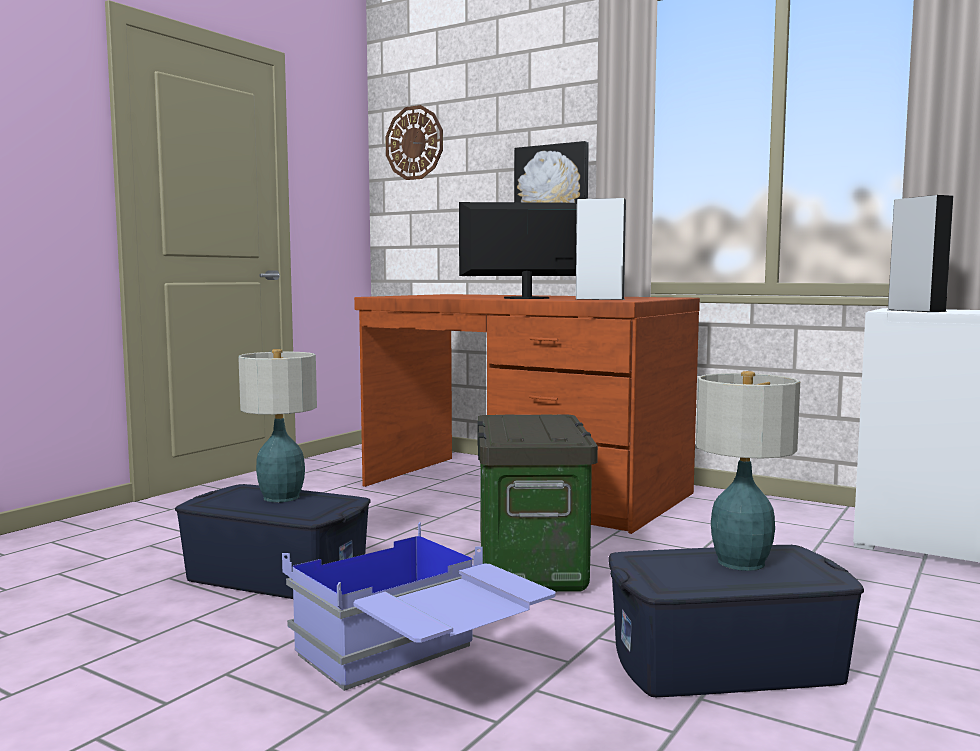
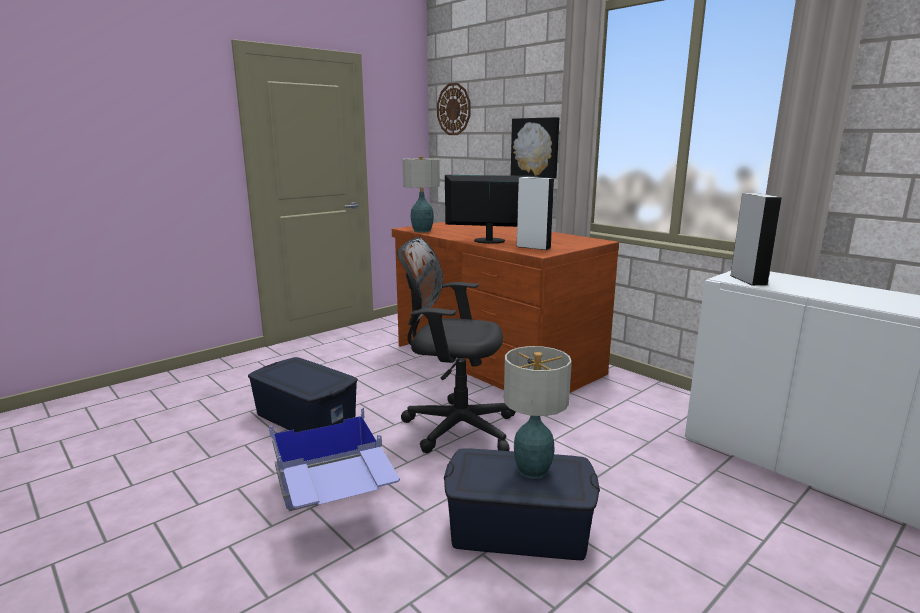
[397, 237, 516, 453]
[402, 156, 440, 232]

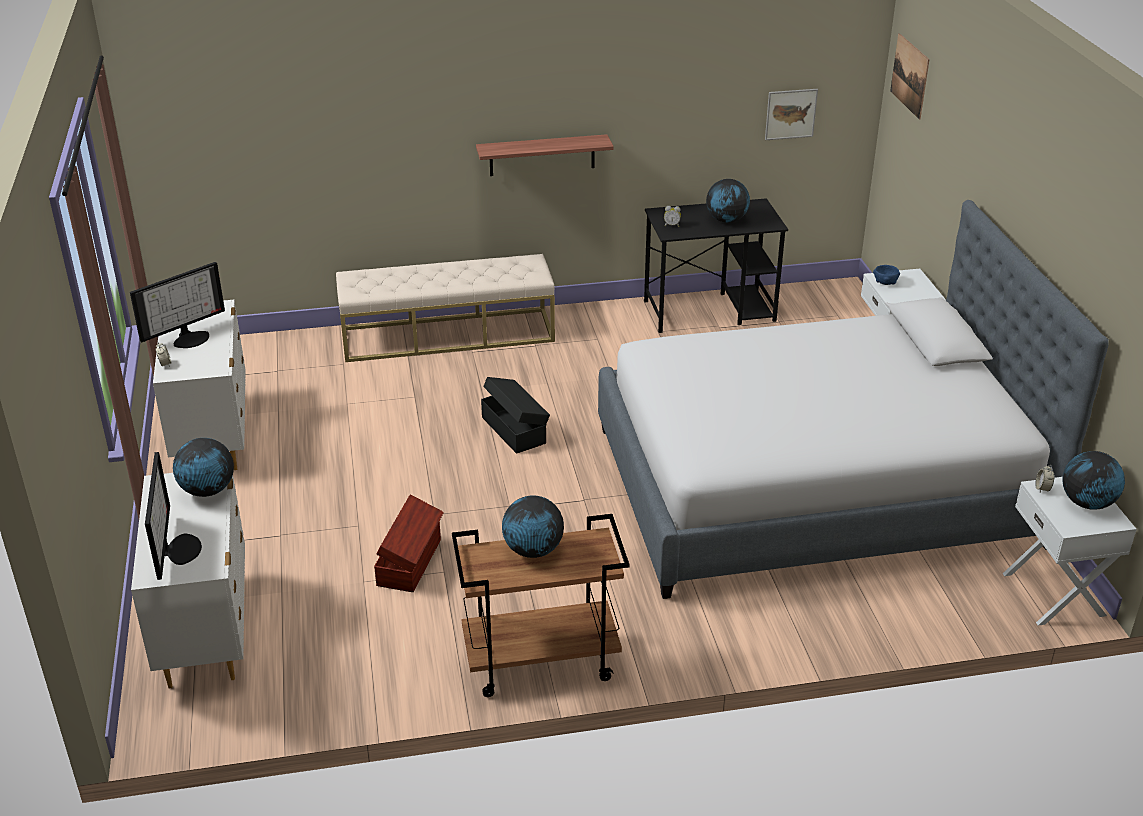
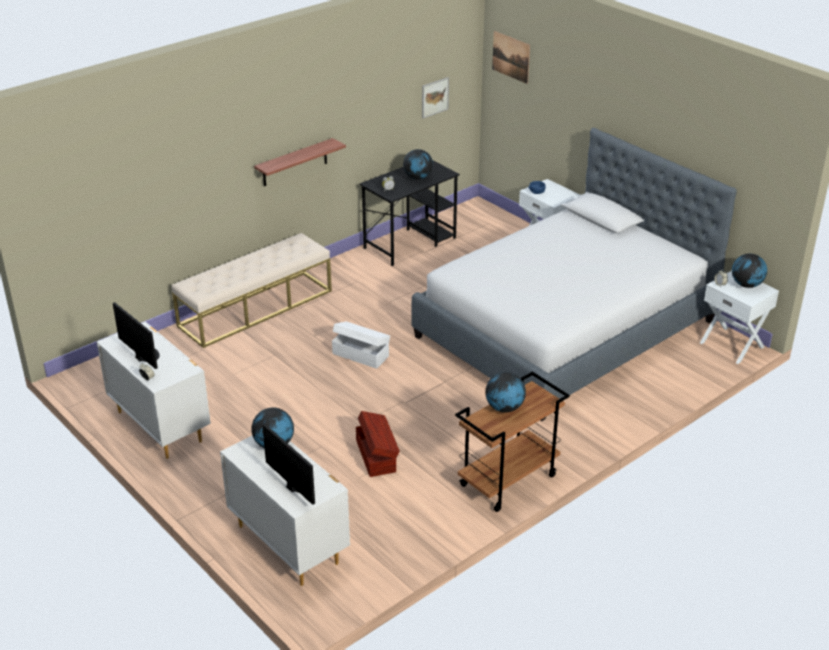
[113, 302, 160, 369]
[332, 321, 390, 369]

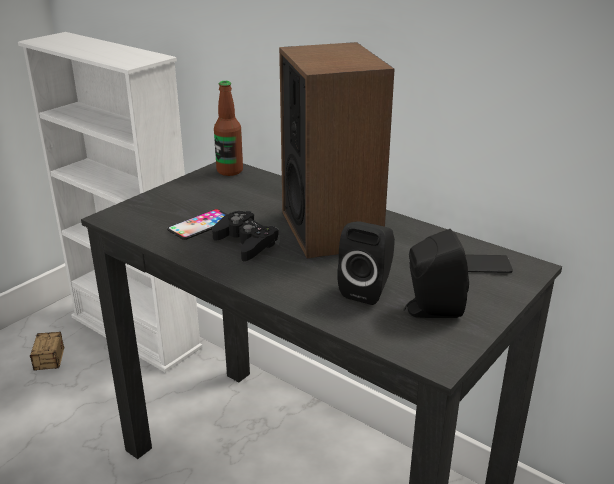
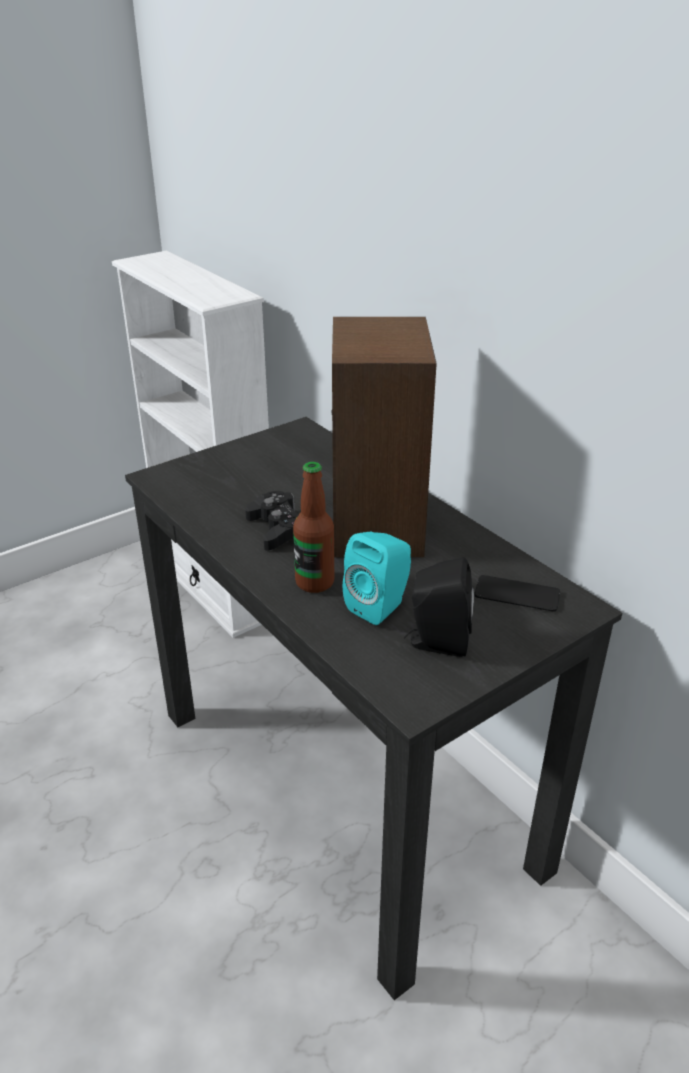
[293, 462, 334, 593]
[343, 532, 411, 625]
[30, 332, 64, 371] (first image)
[167, 209, 228, 240] (first image)

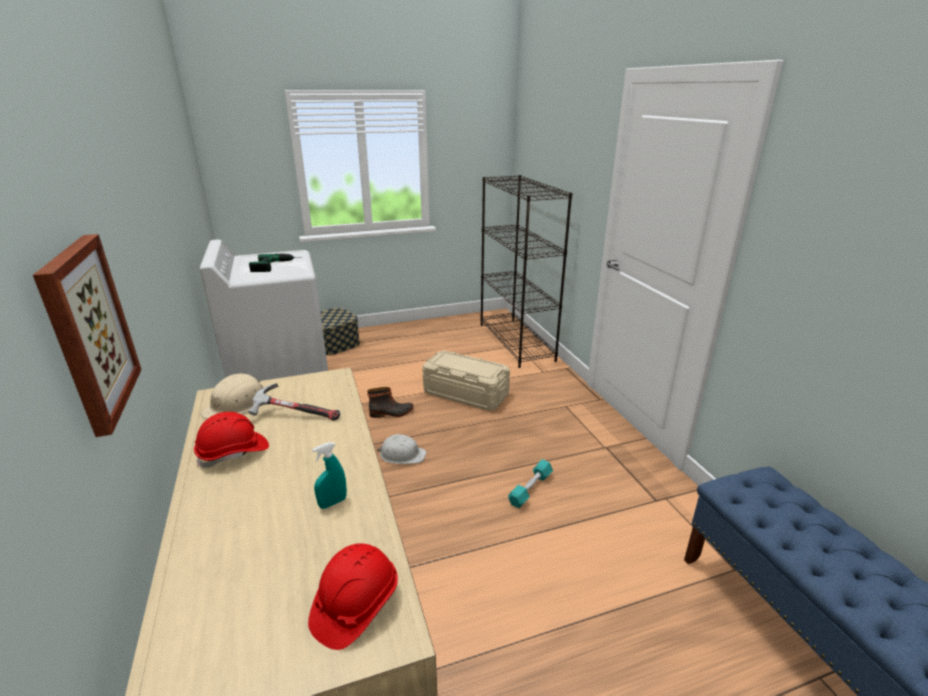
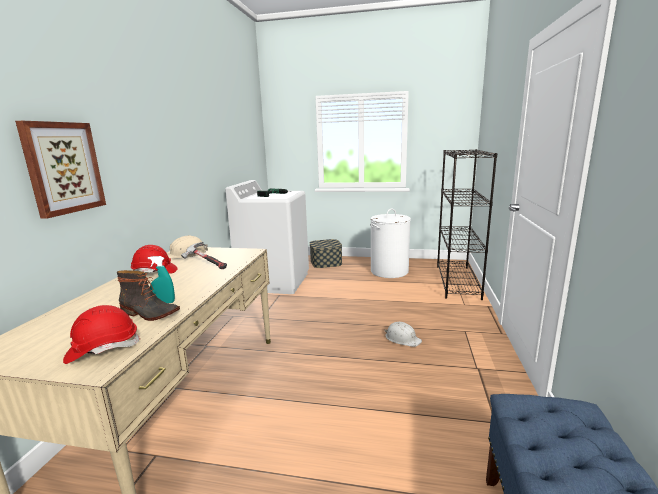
[117, 270, 180, 321]
[370, 209, 411, 278]
[384, 322, 422, 347]
[422, 351, 510, 411] (first image)
[508, 459, 553, 508] (first image)

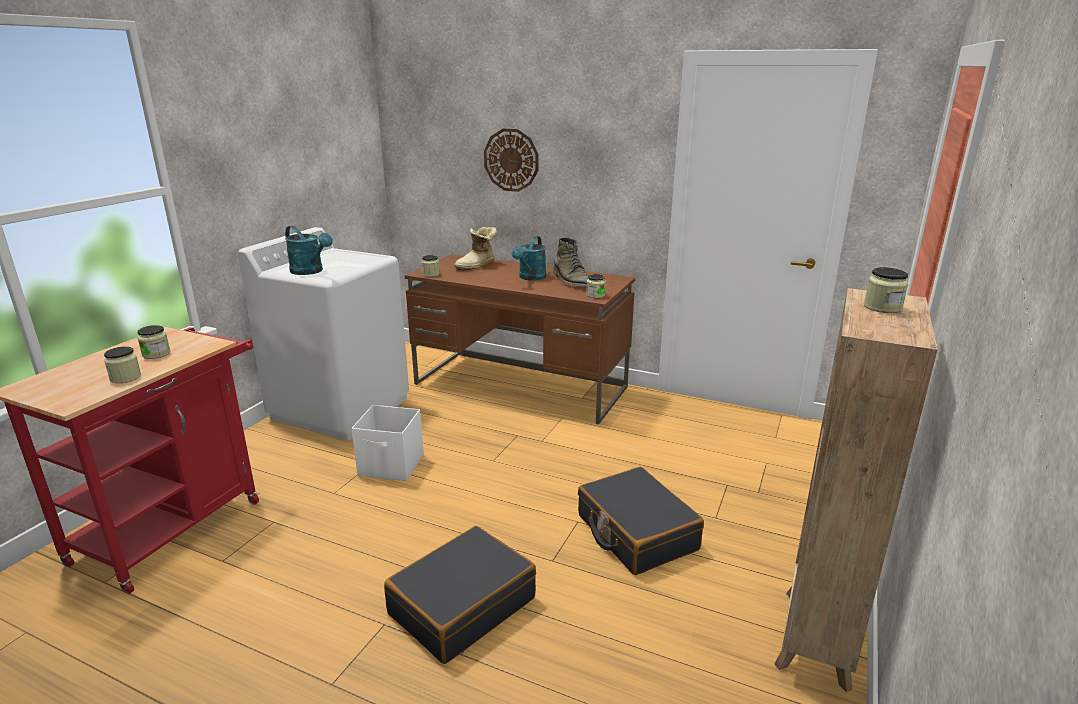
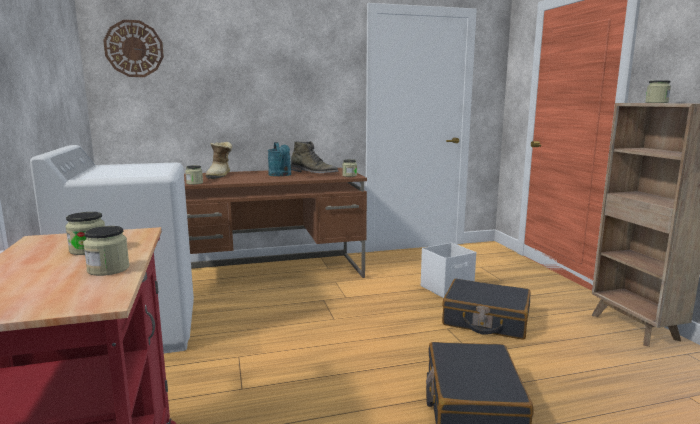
[103, 20, 164, 77]
[421, 243, 476, 298]
[285, 226, 333, 275] (first image)

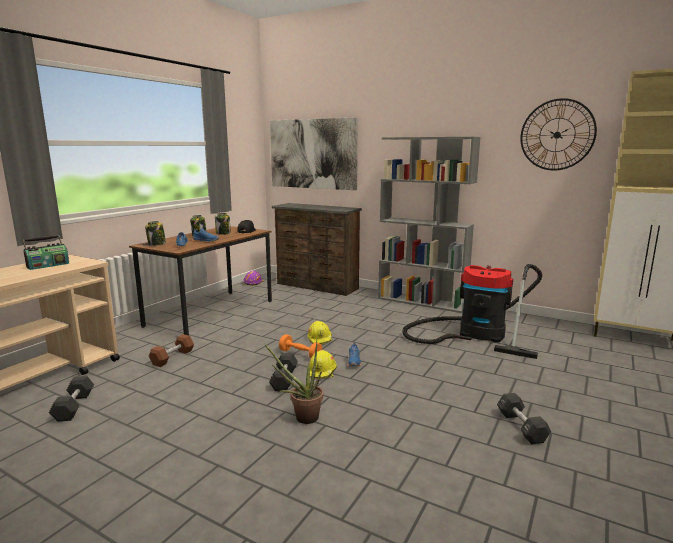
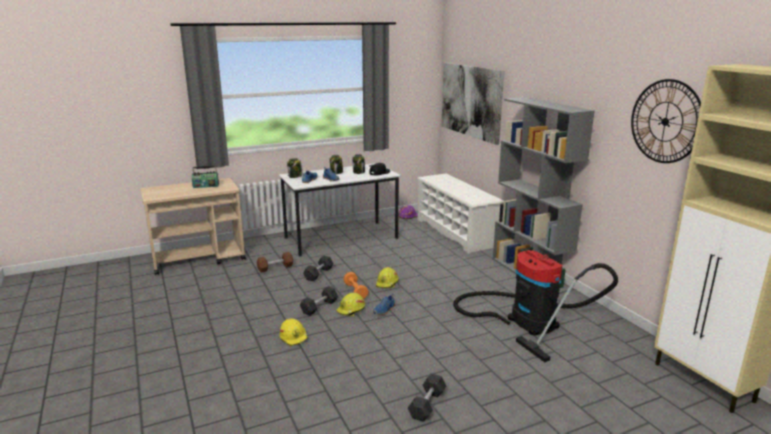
[279, 163, 401, 256]
[280, 318, 308, 346]
[303, 256, 334, 281]
[418, 174, 504, 254]

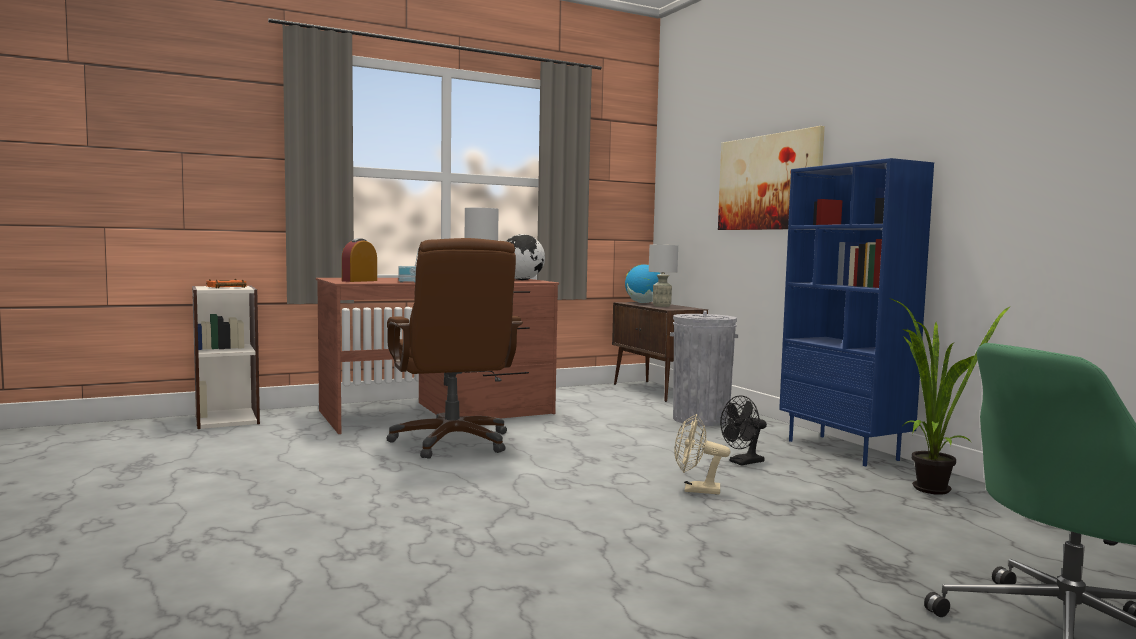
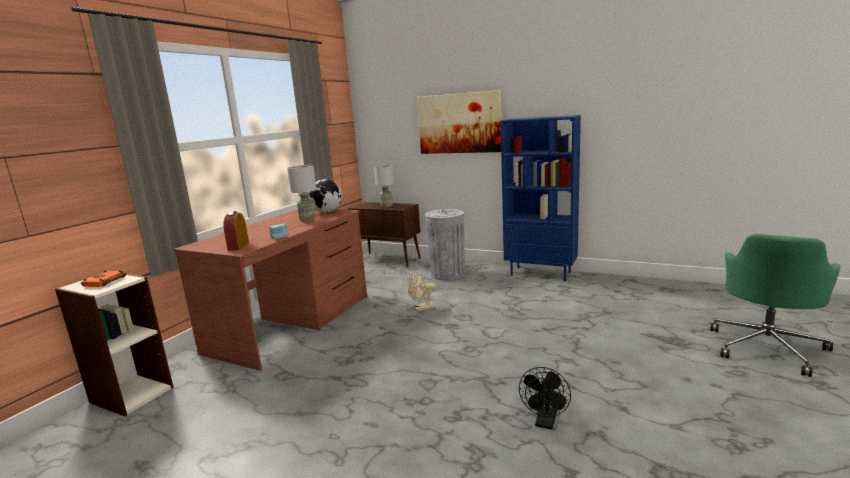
[408, 271, 436, 312]
[519, 367, 571, 429]
[386, 238, 523, 459] (first image)
[625, 264, 660, 303] (first image)
[890, 298, 1011, 495] (first image)

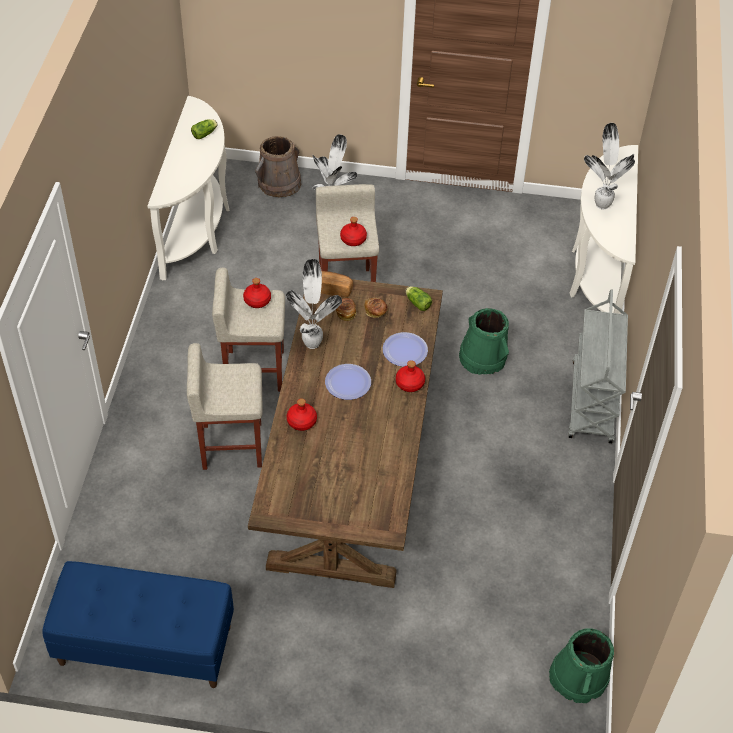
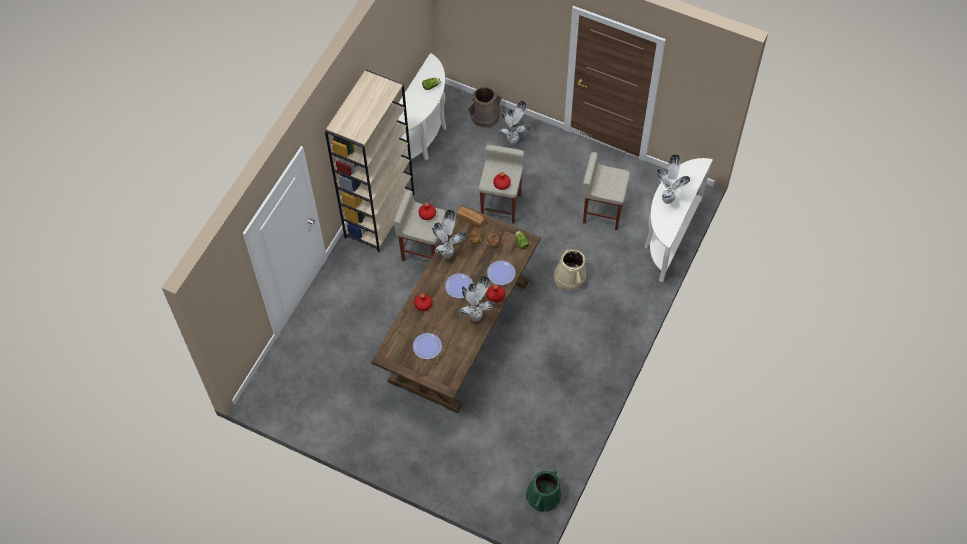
[325, 70, 414, 252]
[413, 333, 442, 359]
[459, 276, 495, 322]
[554, 249, 586, 290]
[583, 152, 630, 230]
[42, 561, 234, 688] (first image)
[568, 289, 628, 443] (first image)

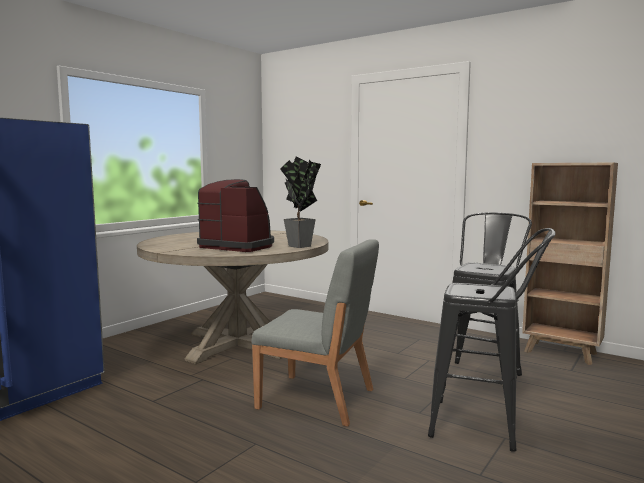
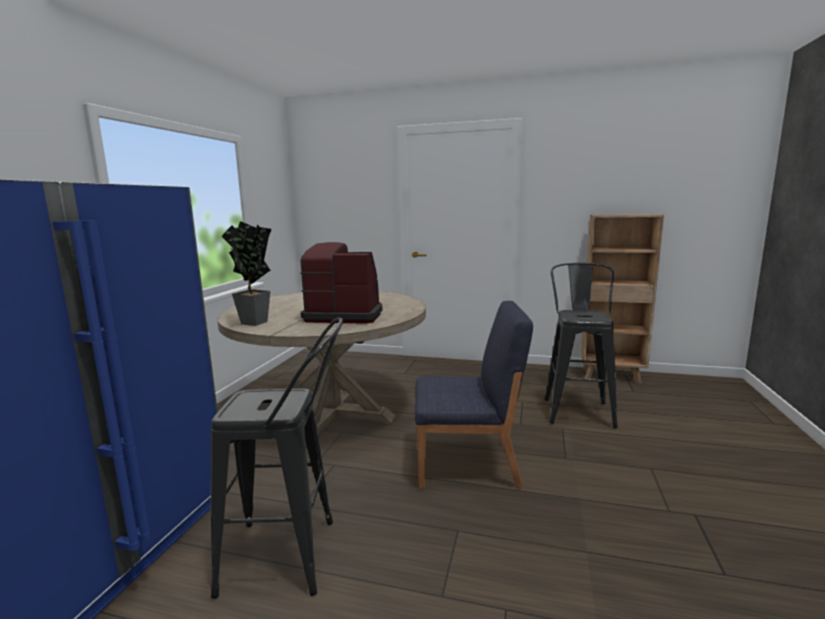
[211, 318, 343, 599]
[222, 221, 272, 326]
[415, 301, 533, 489]

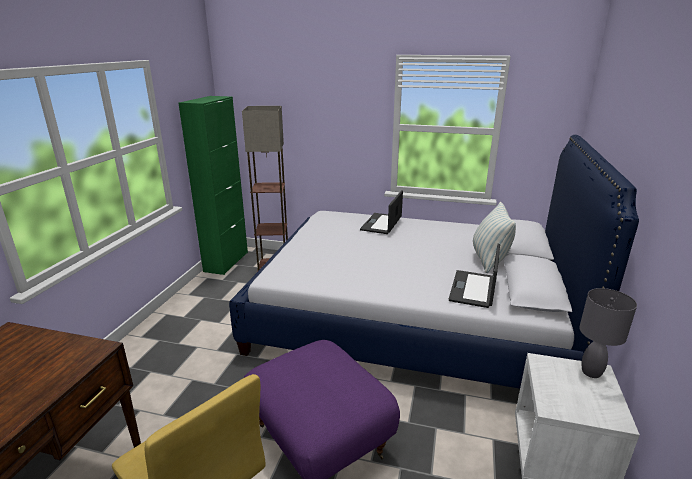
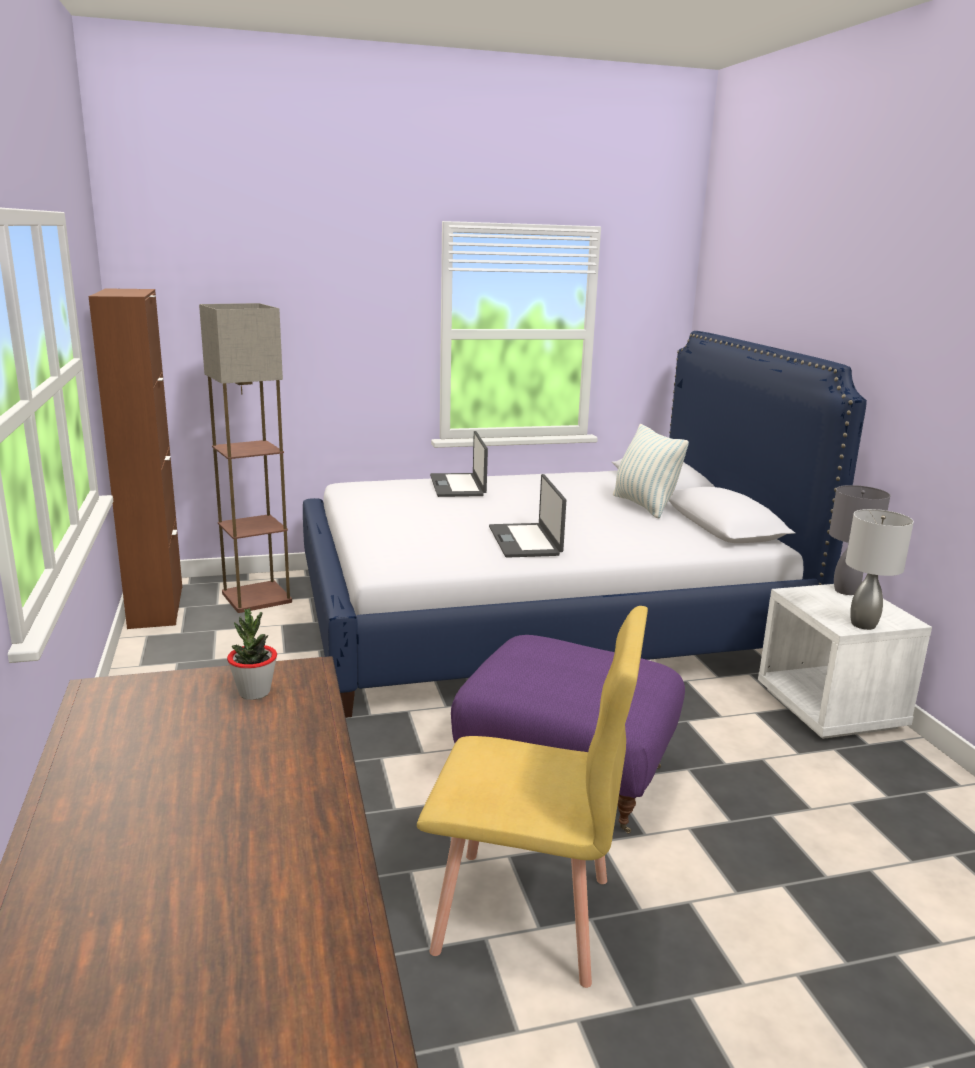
[88, 288, 182, 629]
[227, 608, 277, 700]
[489, 474, 566, 558]
[845, 509, 914, 630]

